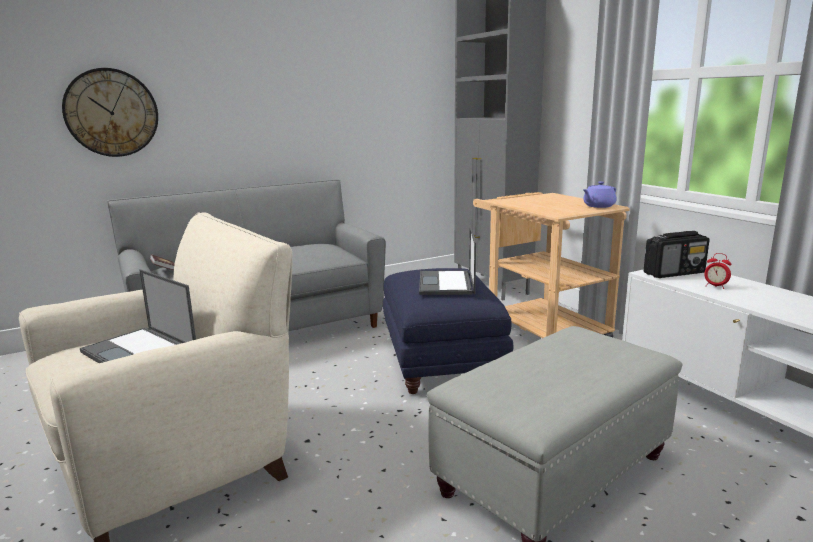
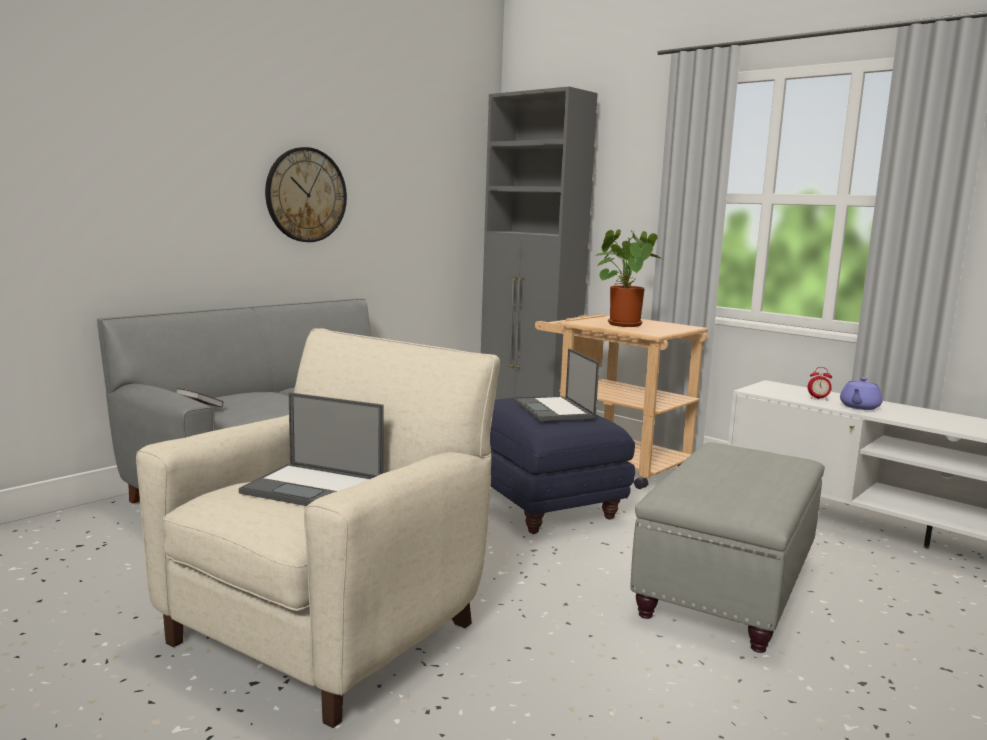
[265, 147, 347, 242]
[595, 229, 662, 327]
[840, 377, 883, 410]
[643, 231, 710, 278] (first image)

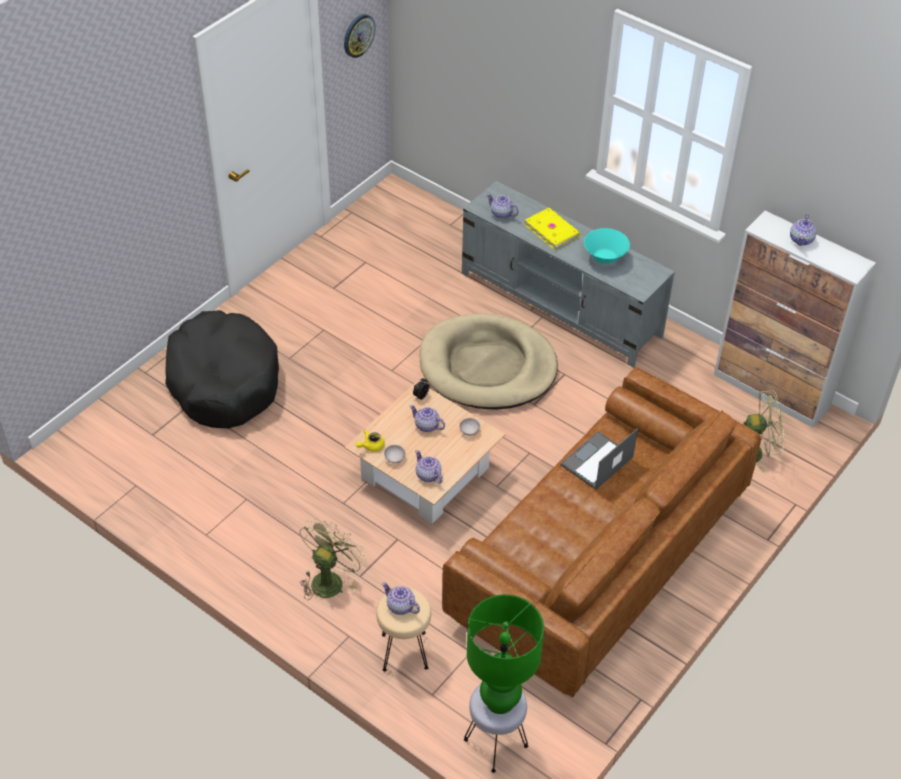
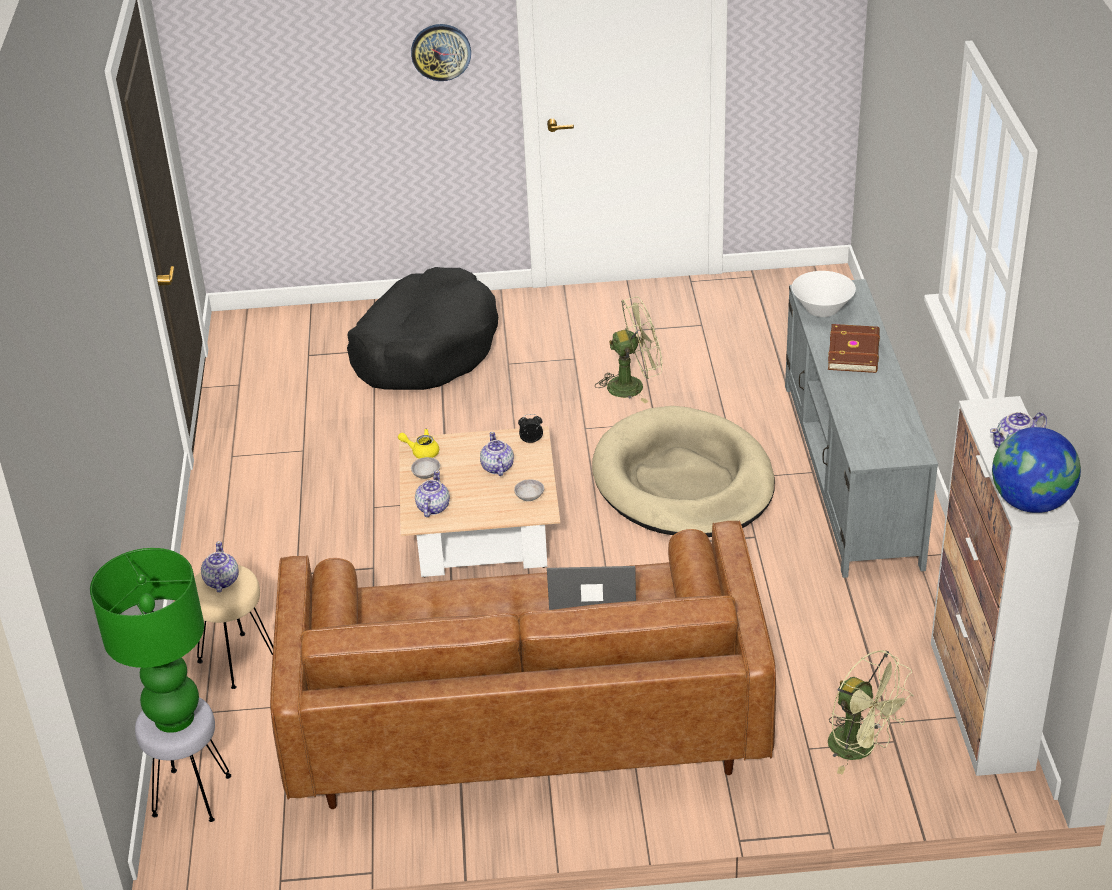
[411, 24, 471, 81]
[595, 297, 662, 403]
[792, 271, 856, 317]
[828, 324, 880, 373]
[992, 427, 1081, 513]
[584, 228, 630, 264] (first image)

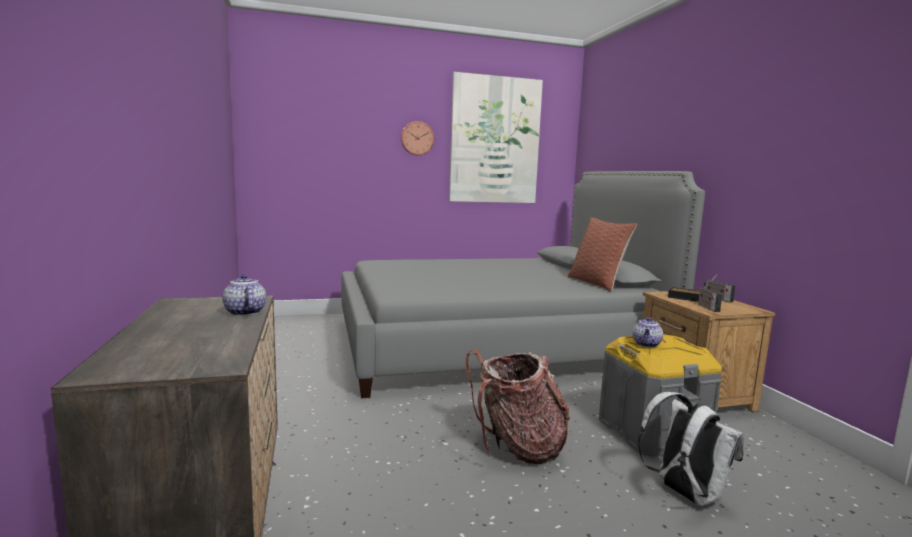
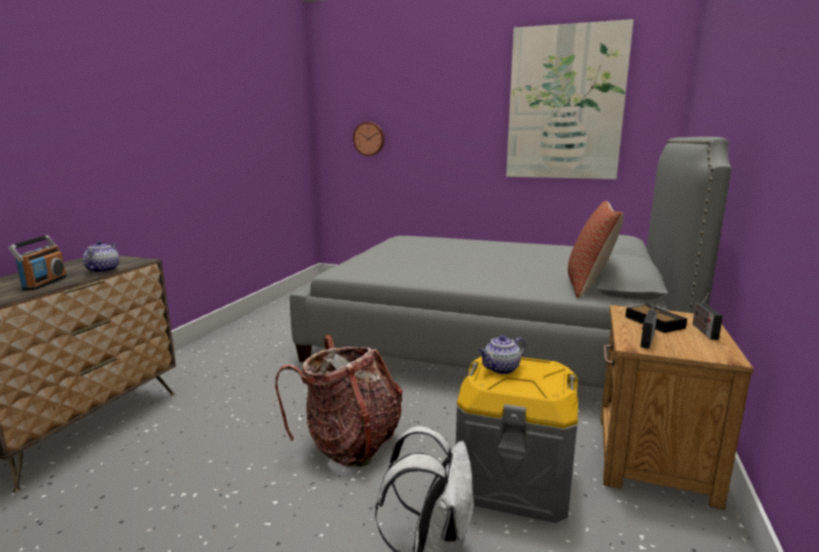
[8, 235, 67, 290]
[353, 122, 384, 156]

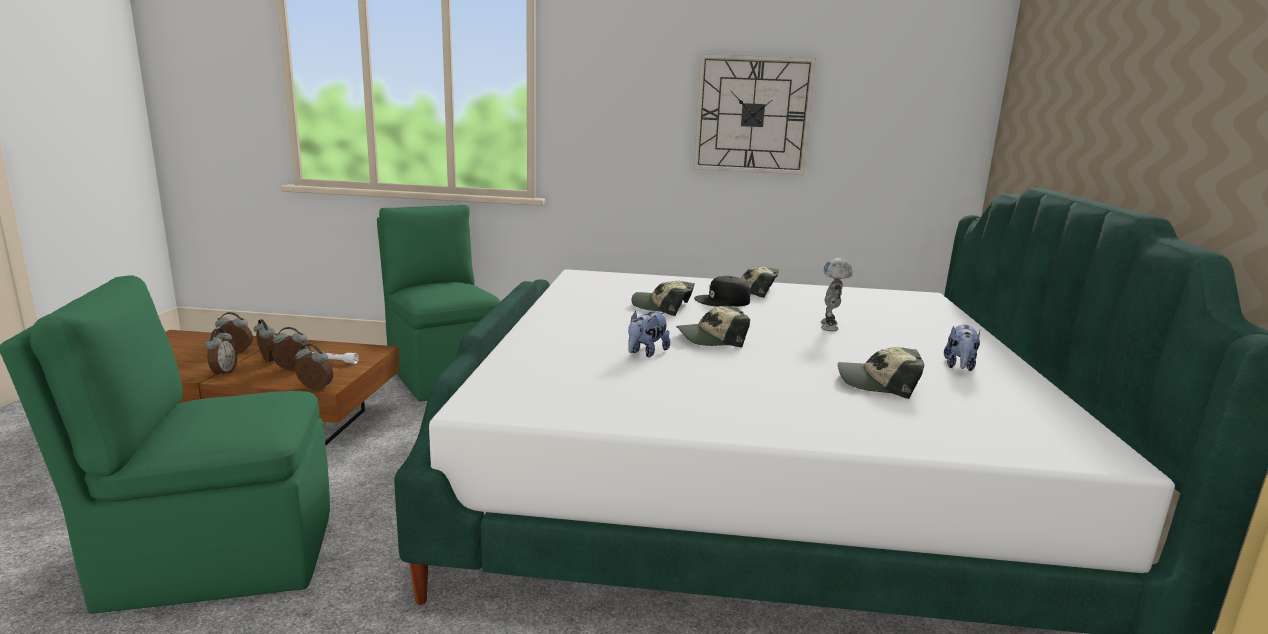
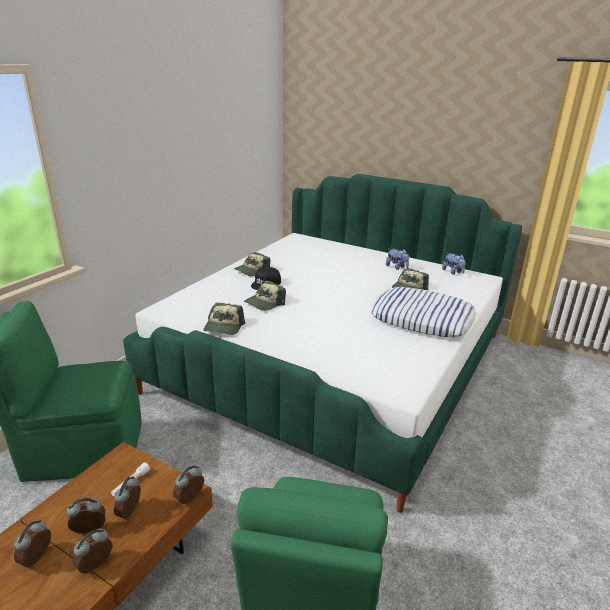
[73, 529, 113, 573]
[204, 303, 245, 335]
[371, 287, 476, 337]
[442, 253, 466, 275]
[694, 54, 816, 175] (first image)
[821, 258, 853, 331] (first image)

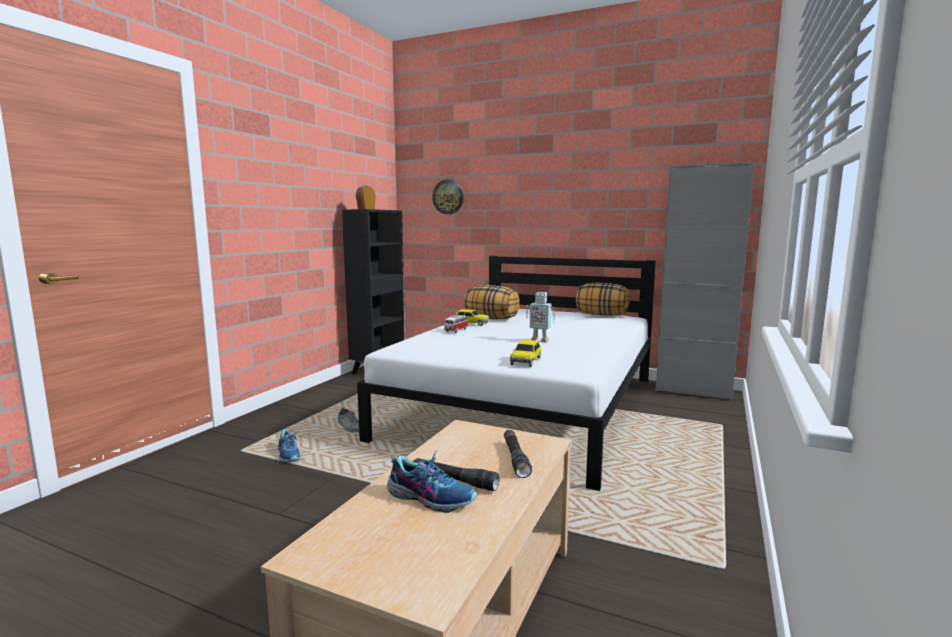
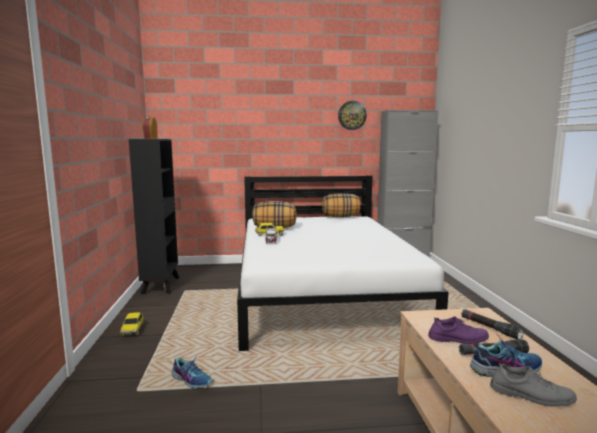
[120, 312, 144, 337]
[338, 101, 367, 130]
[428, 316, 489, 344]
[490, 363, 577, 407]
[526, 292, 554, 343] (first image)

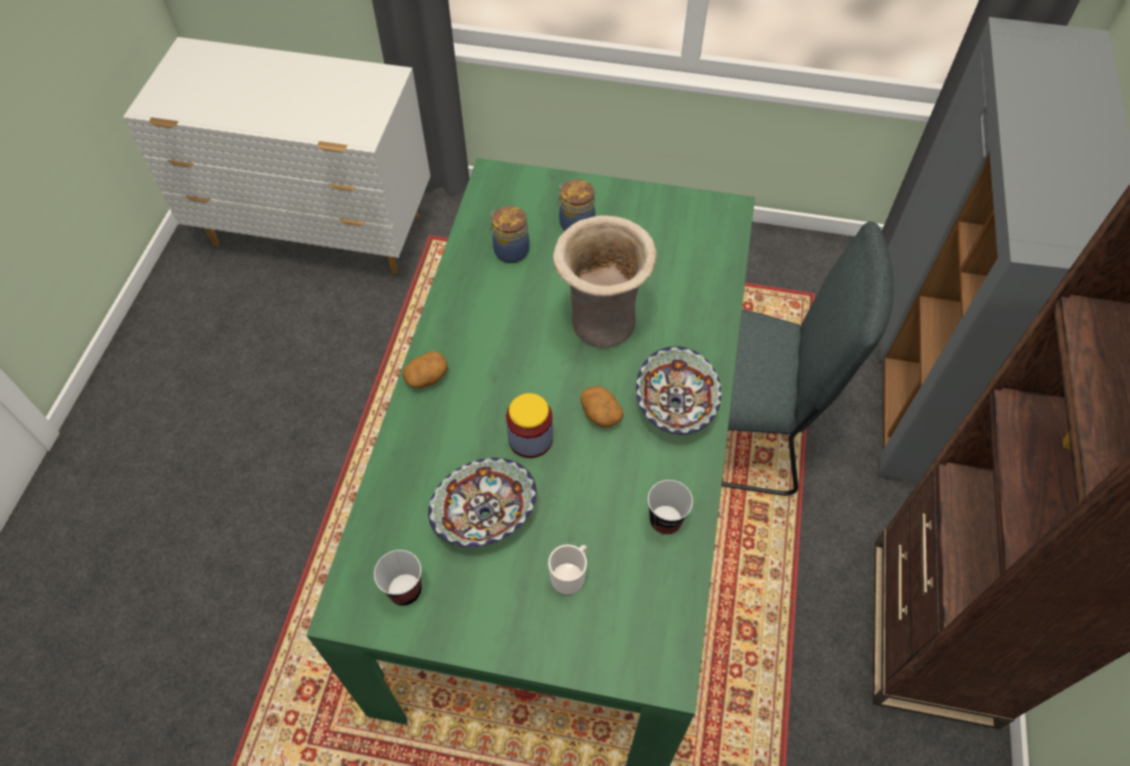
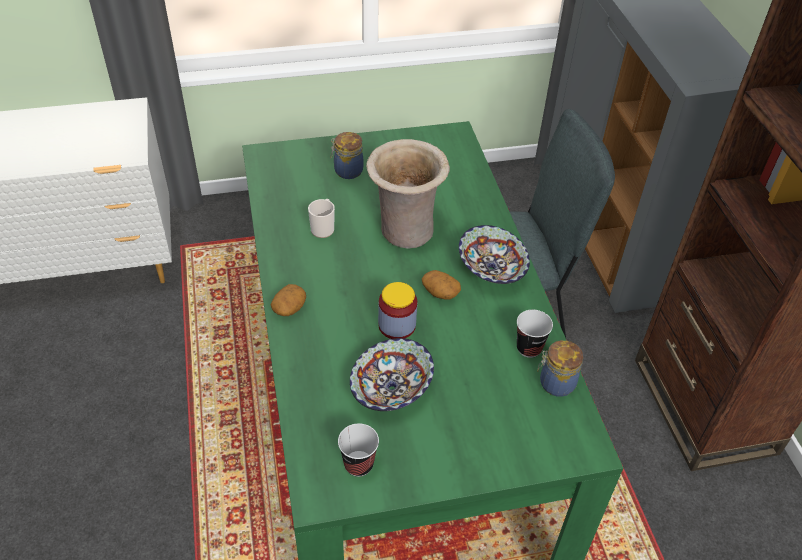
[308, 199, 335, 238]
[537, 340, 583, 397]

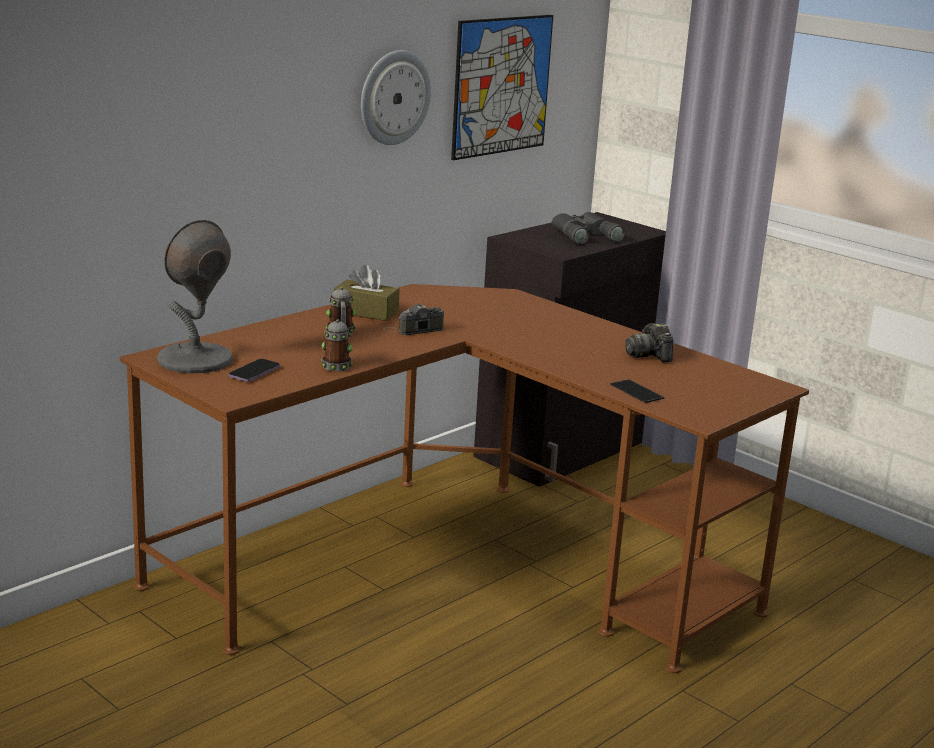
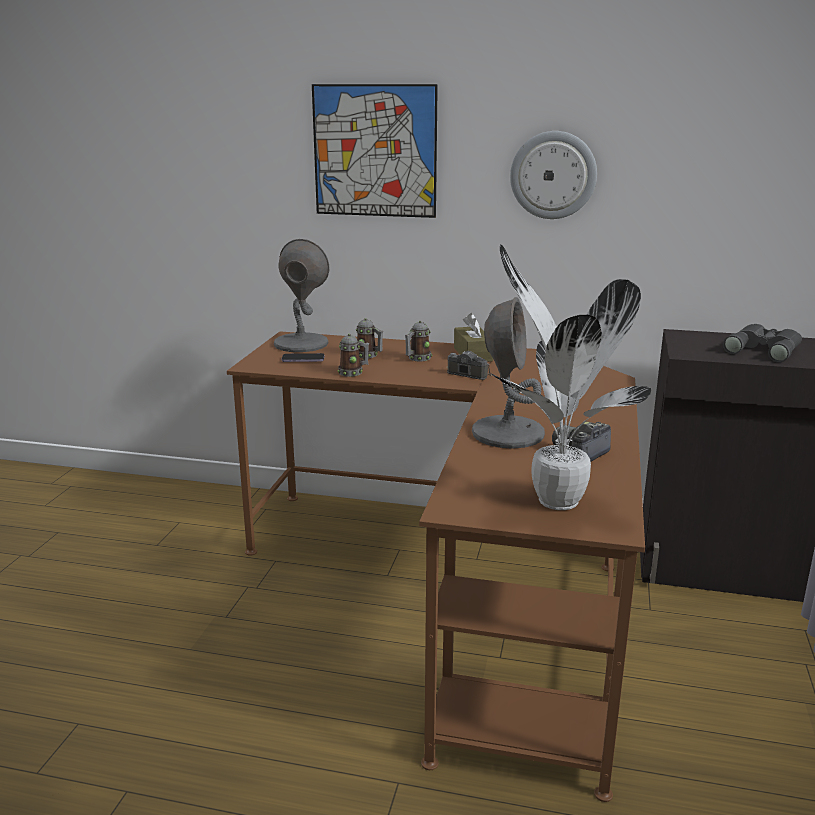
[312, 84, 438, 218]
[356, 318, 383, 358]
[472, 297, 545, 449]
[489, 245, 651, 510]
[610, 379, 665, 403] (first image)

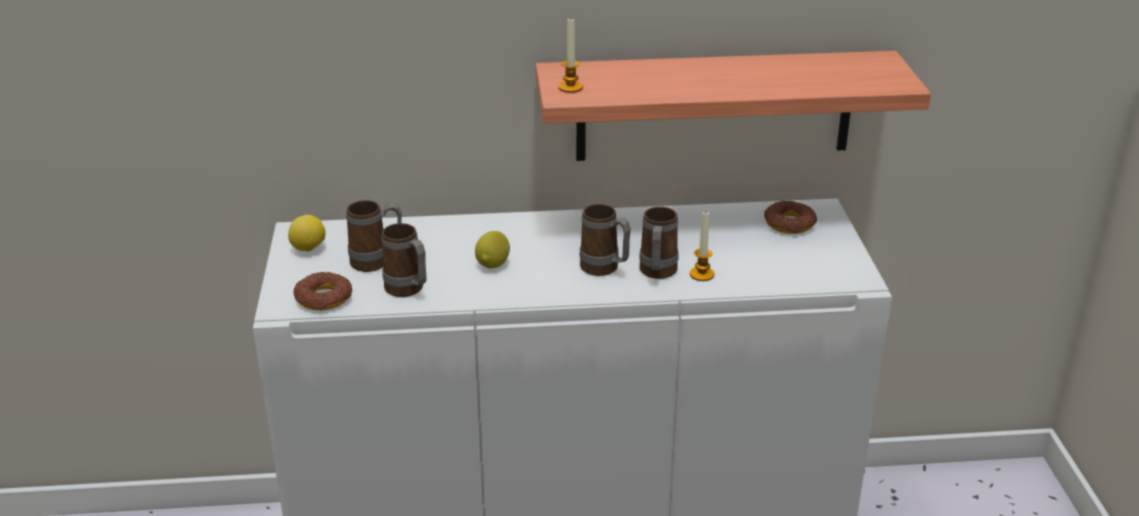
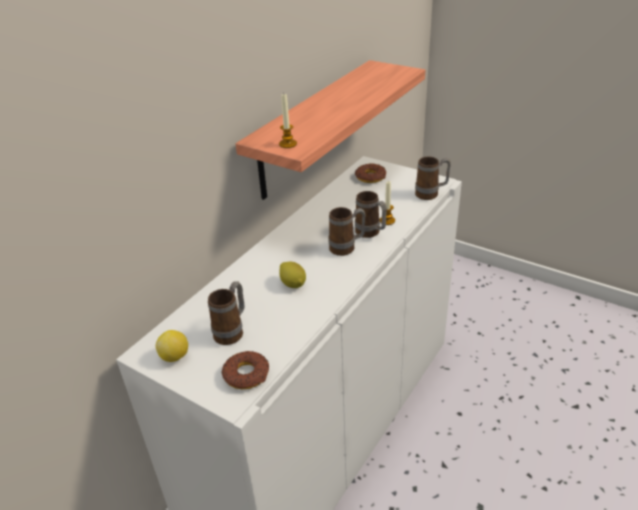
[415, 157, 451, 200]

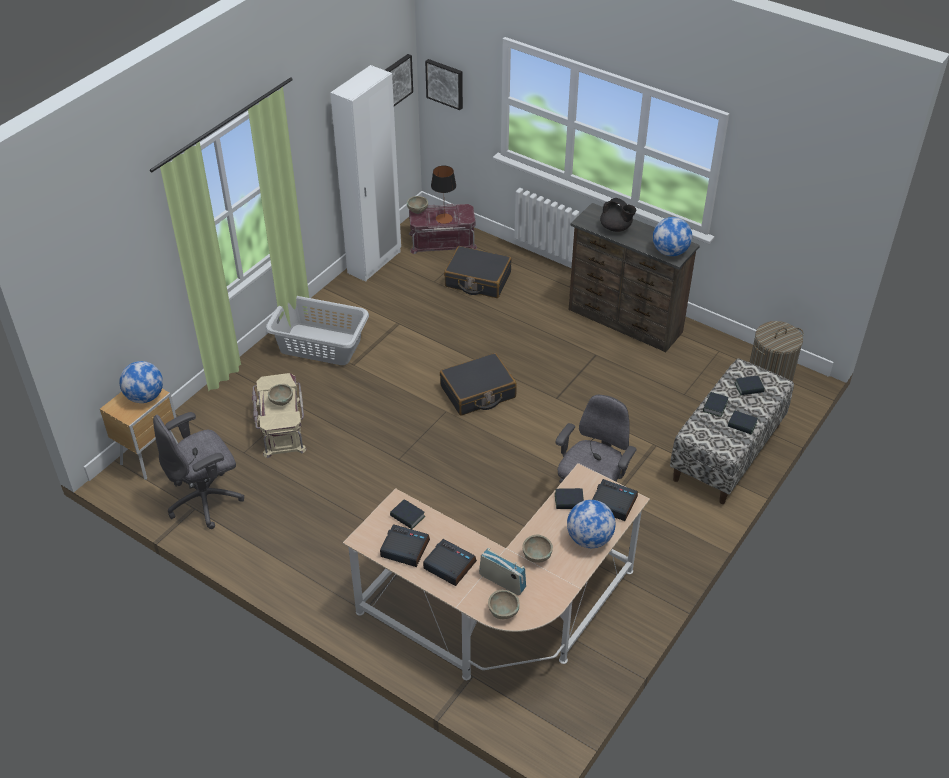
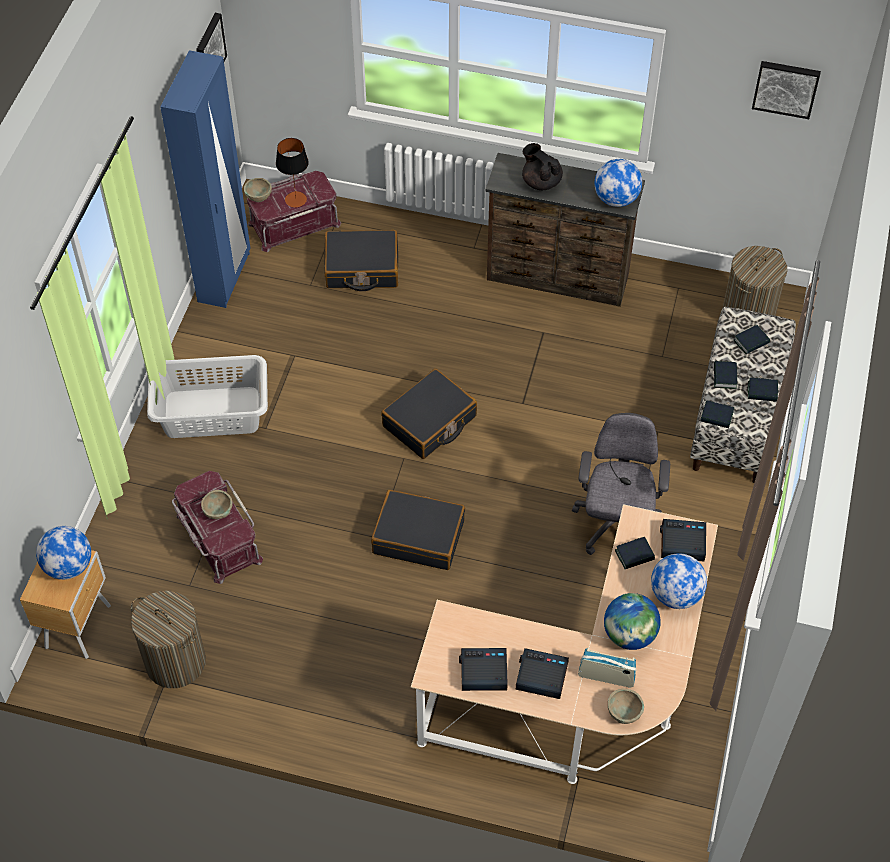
[131, 591, 206, 688]
[160, 50, 250, 308]
[172, 471, 263, 584]
[371, 490, 465, 570]
[522, 143, 563, 190]
[604, 593, 661, 650]
[700, 401, 734, 428]
[752, 61, 821, 119]

